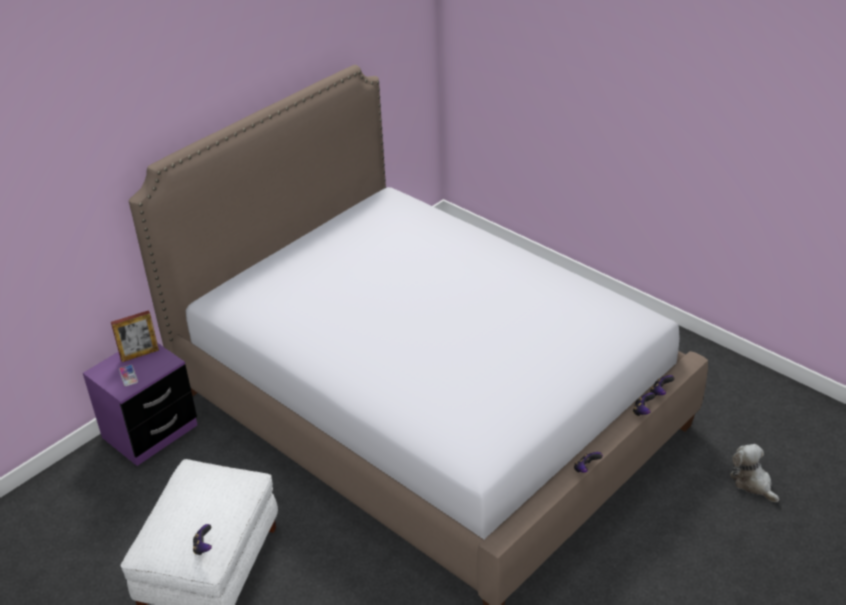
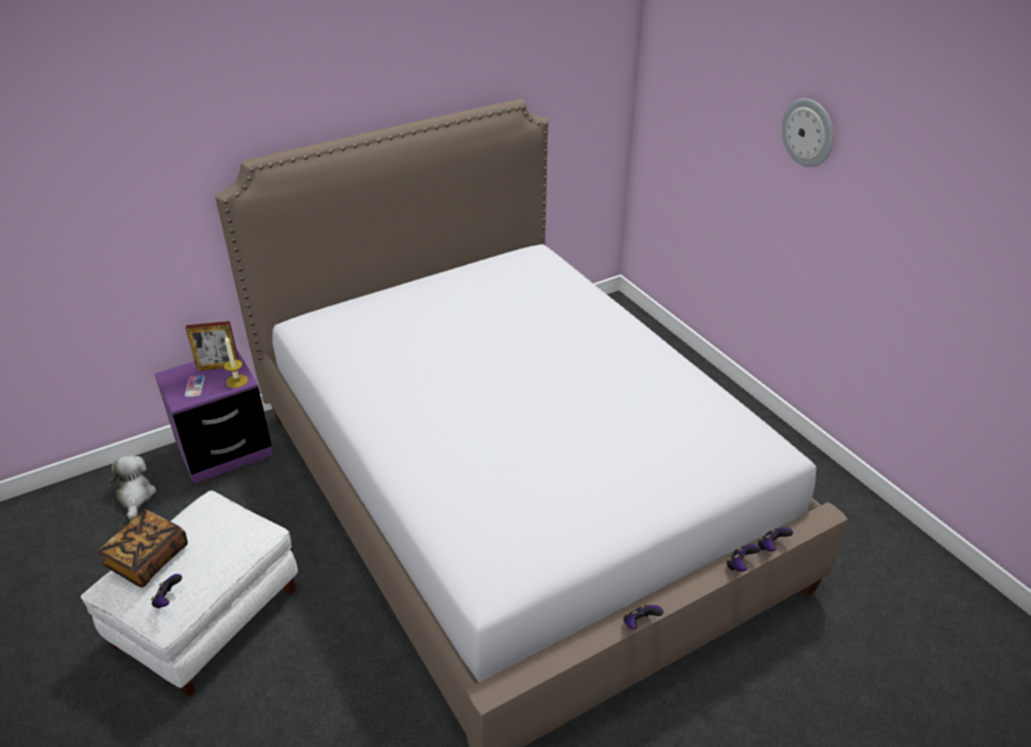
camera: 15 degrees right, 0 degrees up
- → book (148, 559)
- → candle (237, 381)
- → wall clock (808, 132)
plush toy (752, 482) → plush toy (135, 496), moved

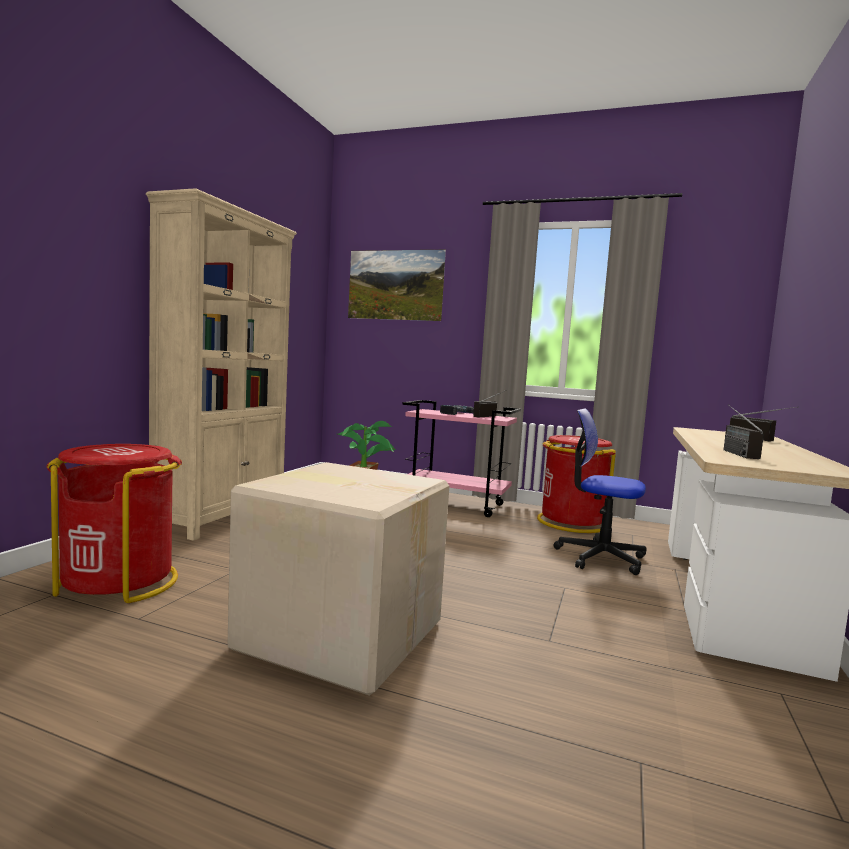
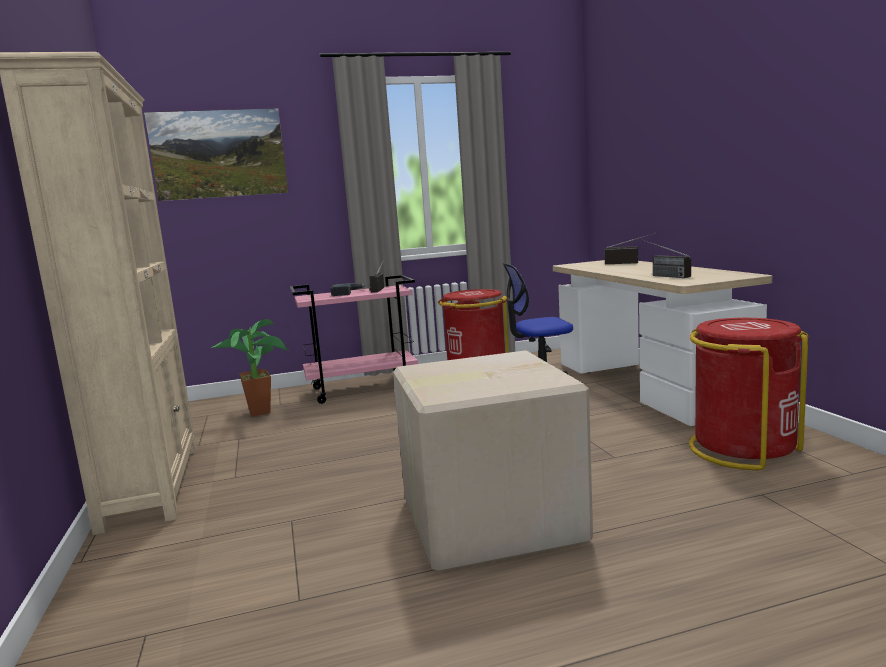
camera: 35 degrees left, 5 degrees up
red trash can (119, 582) → red trash can (742, 449), moved

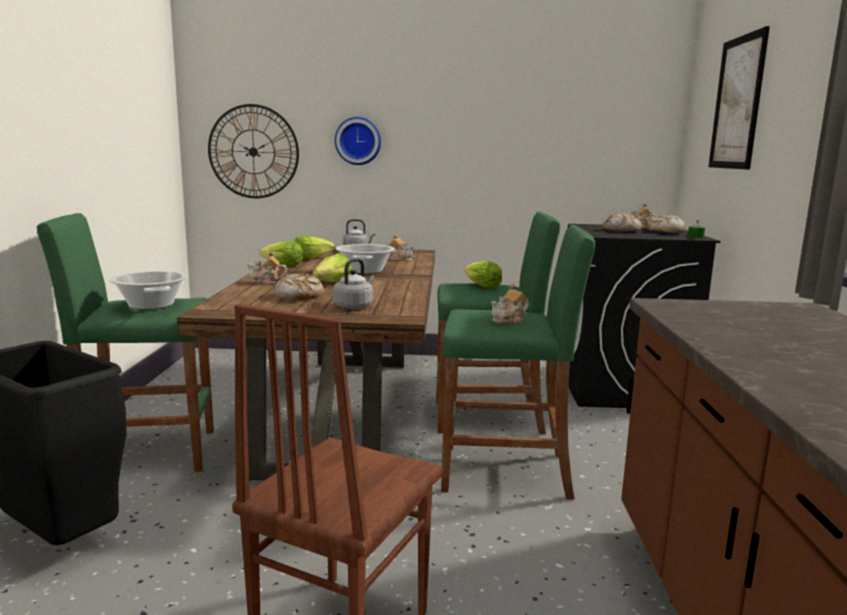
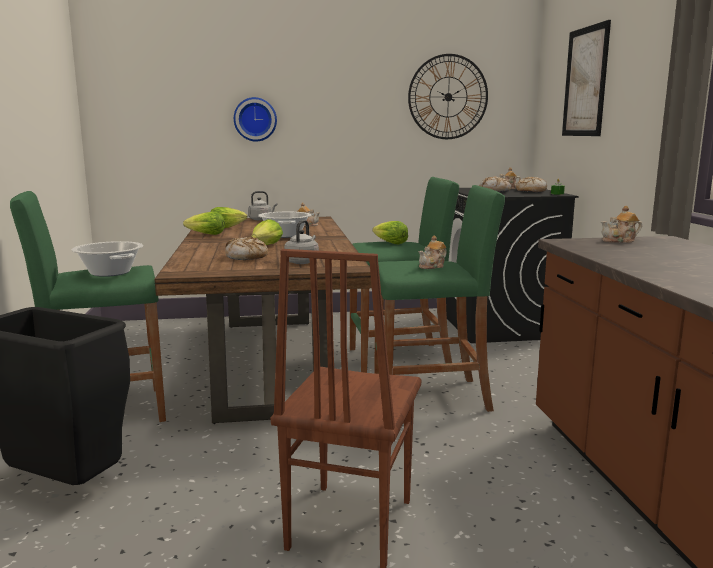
camera: 10 degrees left, 0 degrees up
wall clock (253, 152) → wall clock (448, 97), moved
teapot (266, 282) → teapot (620, 241), moved

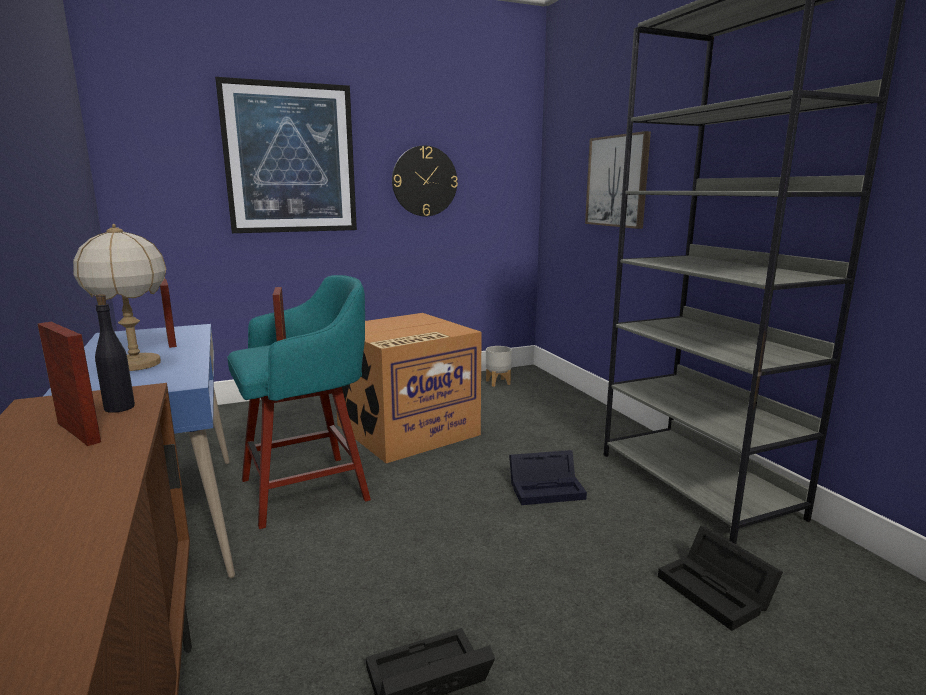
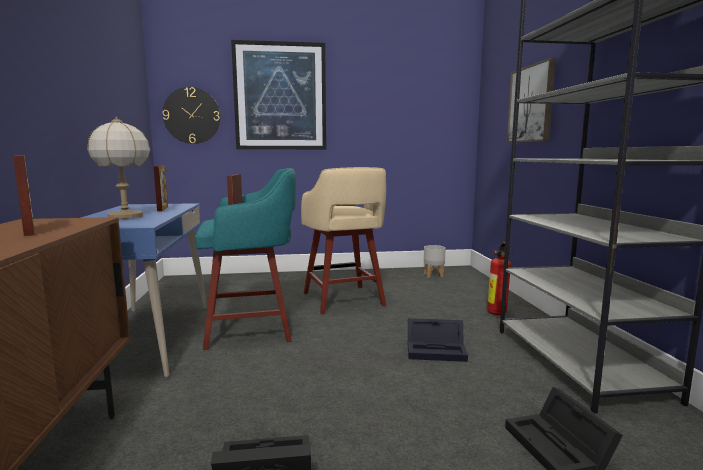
camera: 15 degrees right, 5 degrees down
black bottle (120, 407) → -
- → fire extinguisher (496, 314)
wall clock (424, 181) → wall clock (192, 115), moved
cardboard box (406, 431) → beige stool (343, 300)

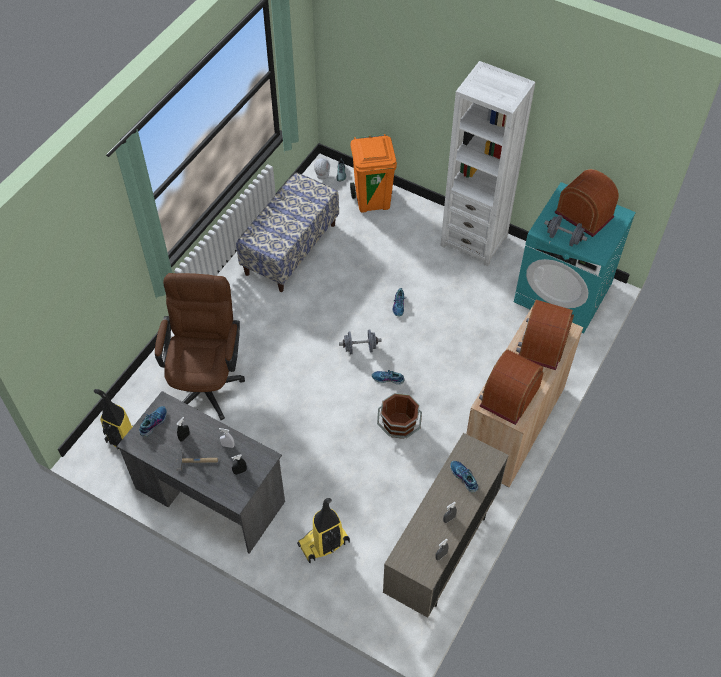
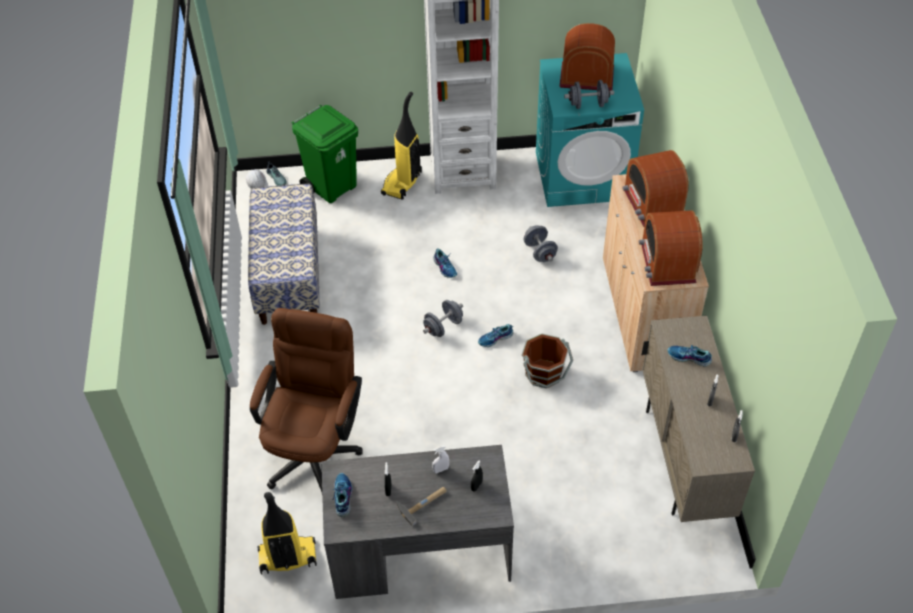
camera: 35 degrees left, 5 degrees down
- → grey dumbbell (540, 252)
vacuum cleaner (324, 544) → vacuum cleaner (402, 184), moved
orange trash can (373, 200) → green trash can (332, 187)
brown office chair (206, 381) → brown office chair (315, 448), 45 degrees clockwise

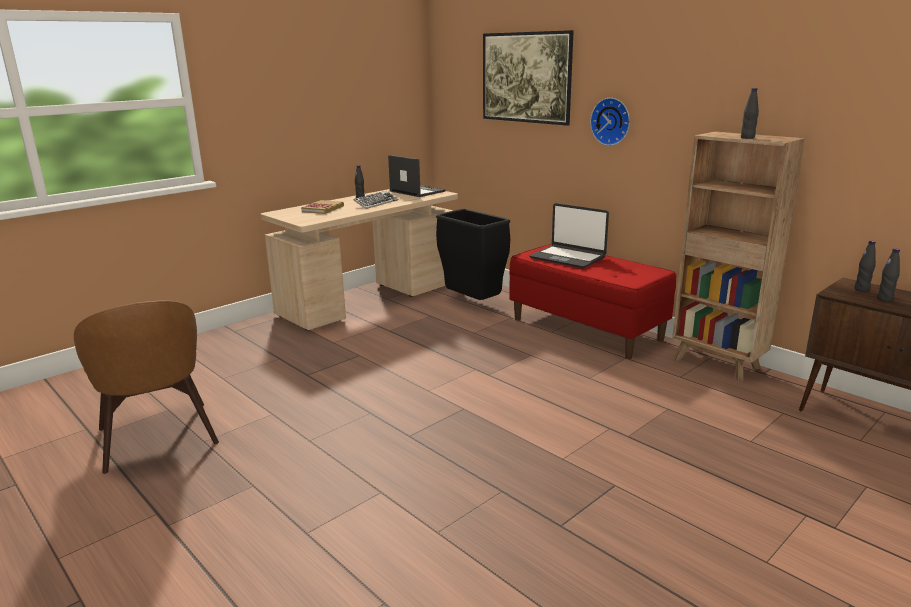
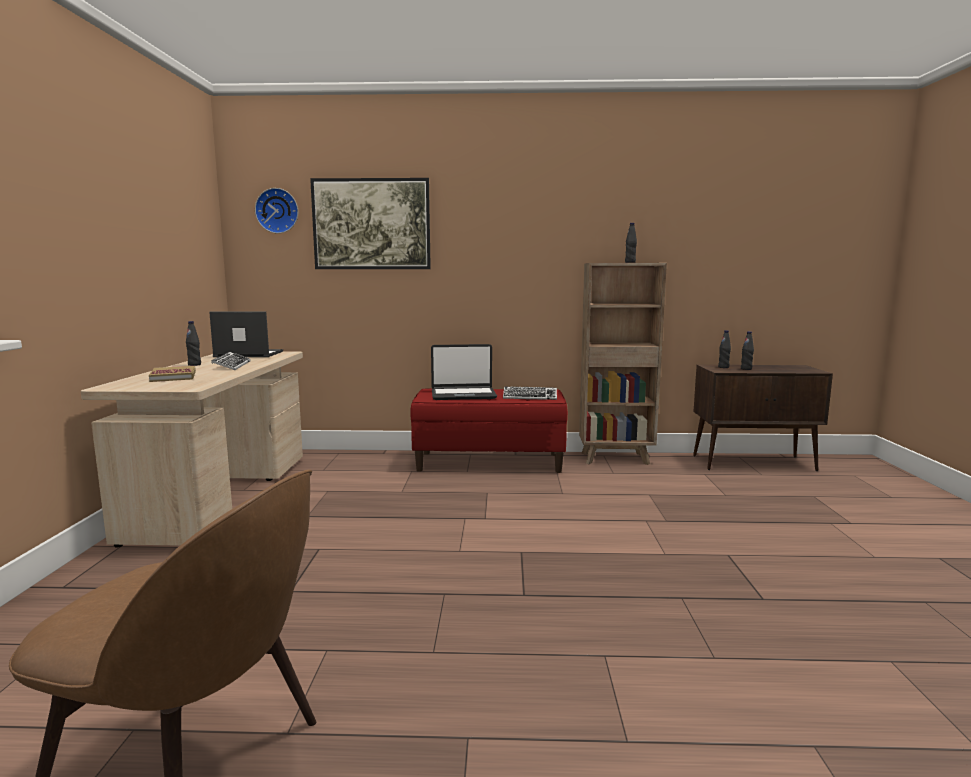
camera: 45 degrees left, 10 degrees down
black trash can (473, 304) → -
- → keyboard (530, 397)
wall clock (611, 121) → wall clock (278, 211), moved

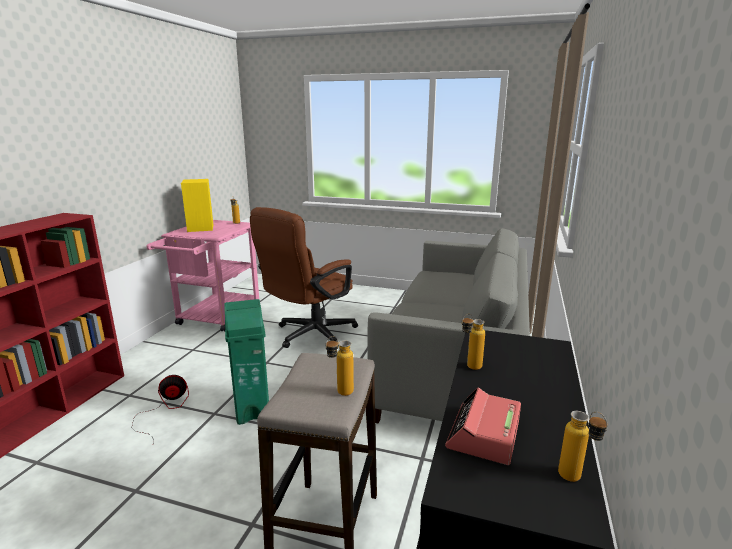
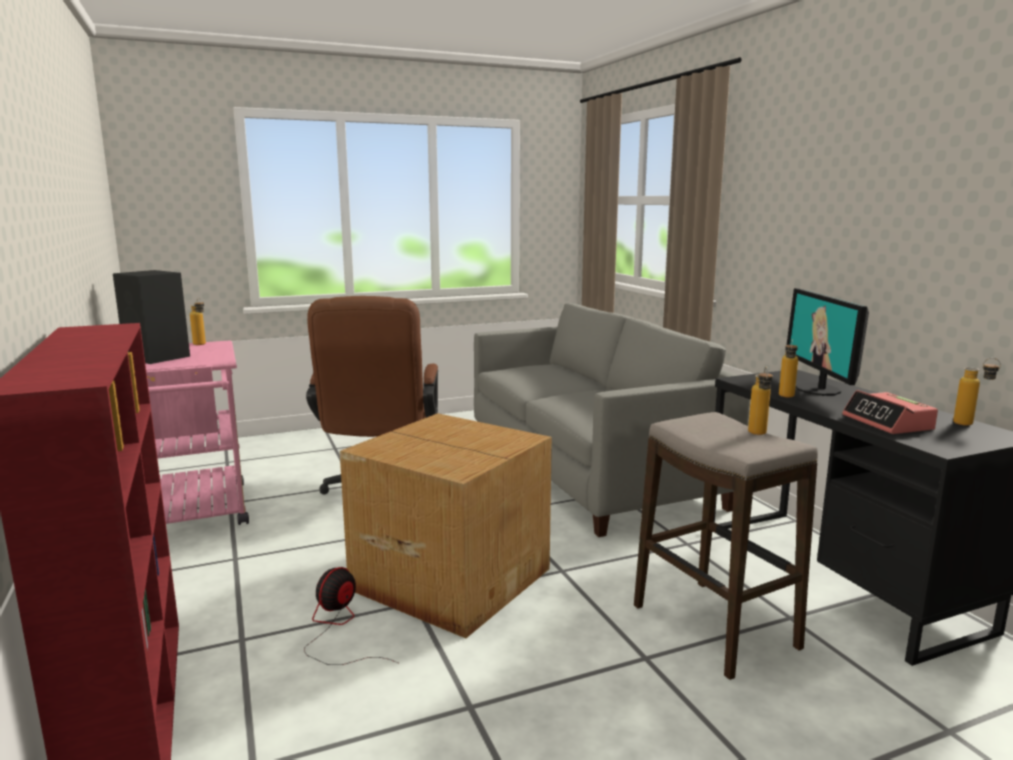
camera: 40 degrees left, 5 degrees down
- → monitor (819, 389)
green trash can (252, 407) → cardboard box (451, 577)
yellow speaker (200, 228) → black speaker (158, 357)

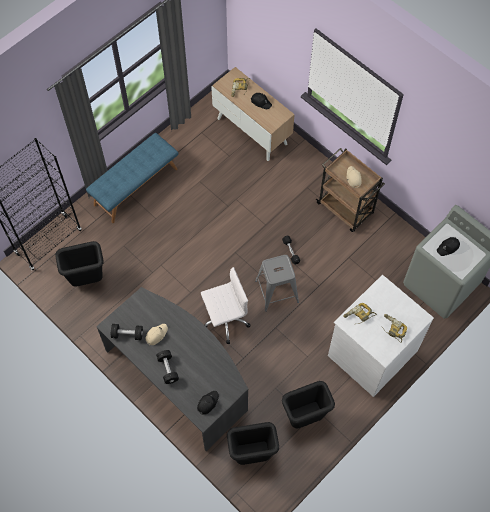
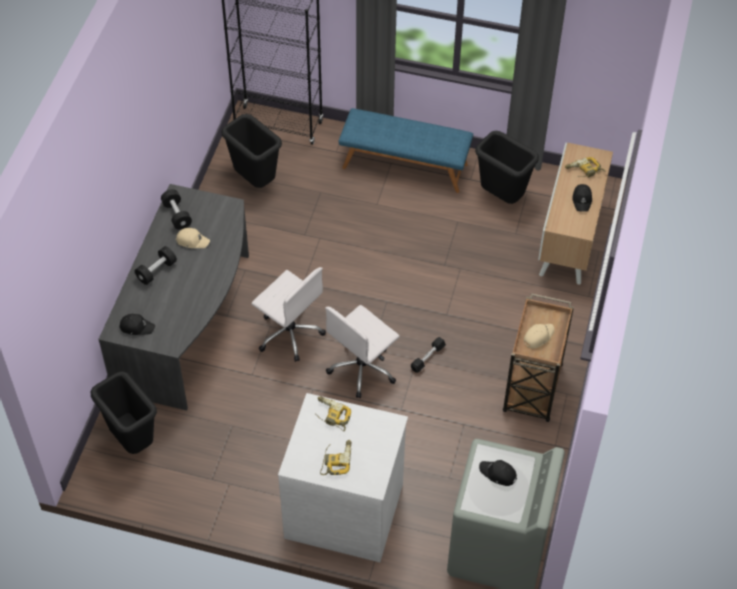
camera: 60 degrees right, 10 degrees down
black trash can (305, 417) → black trash can (502, 197), moved
grey stool (277, 291) → white office chair (362, 368)

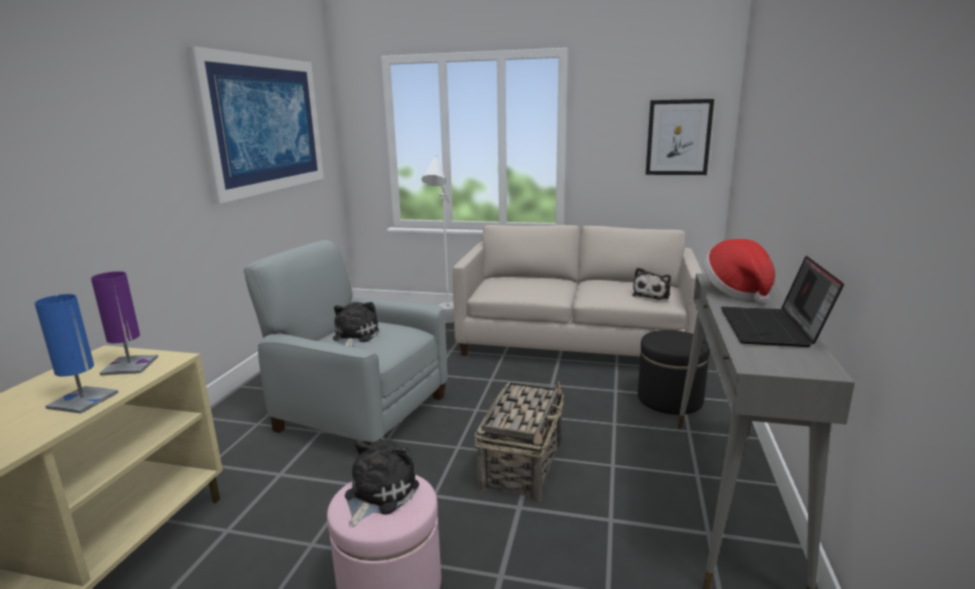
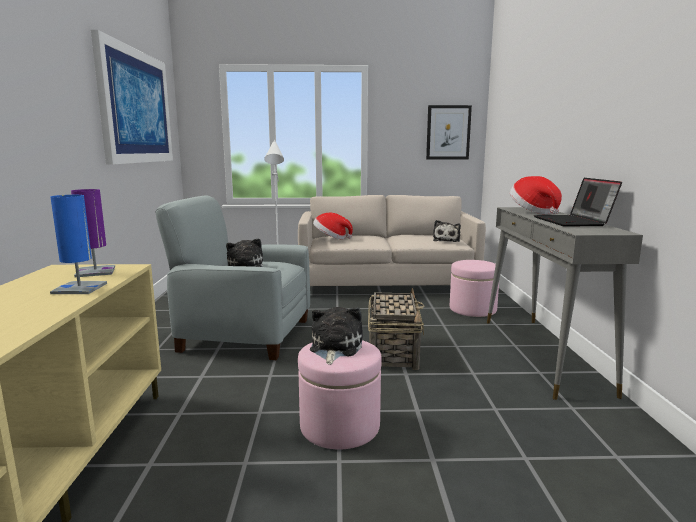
camera: 15 degrees left, 5 degrees down
- → hat (331, 238)
black ottoman (670, 399) → pink ottoman (472, 309)

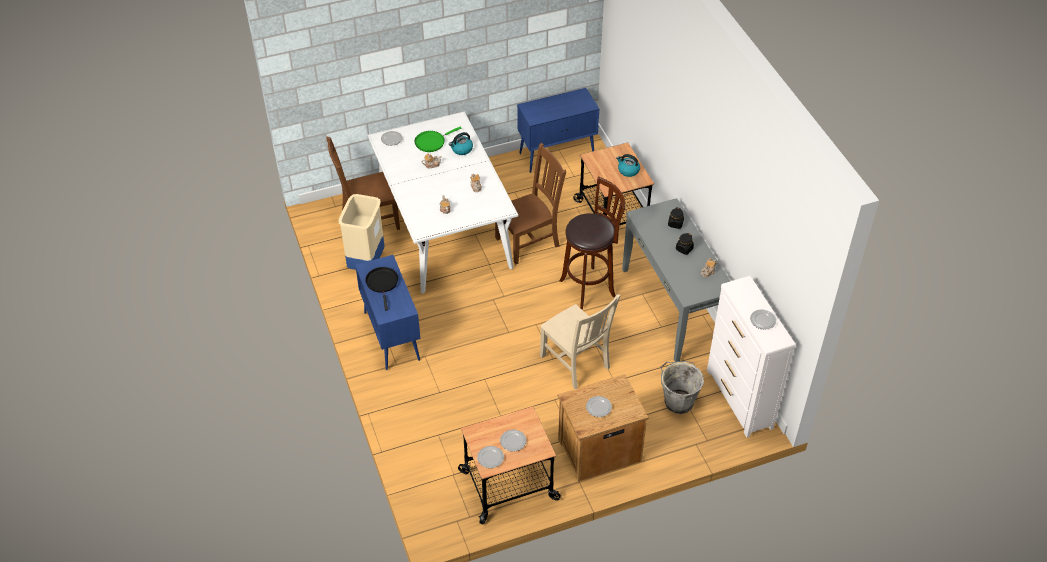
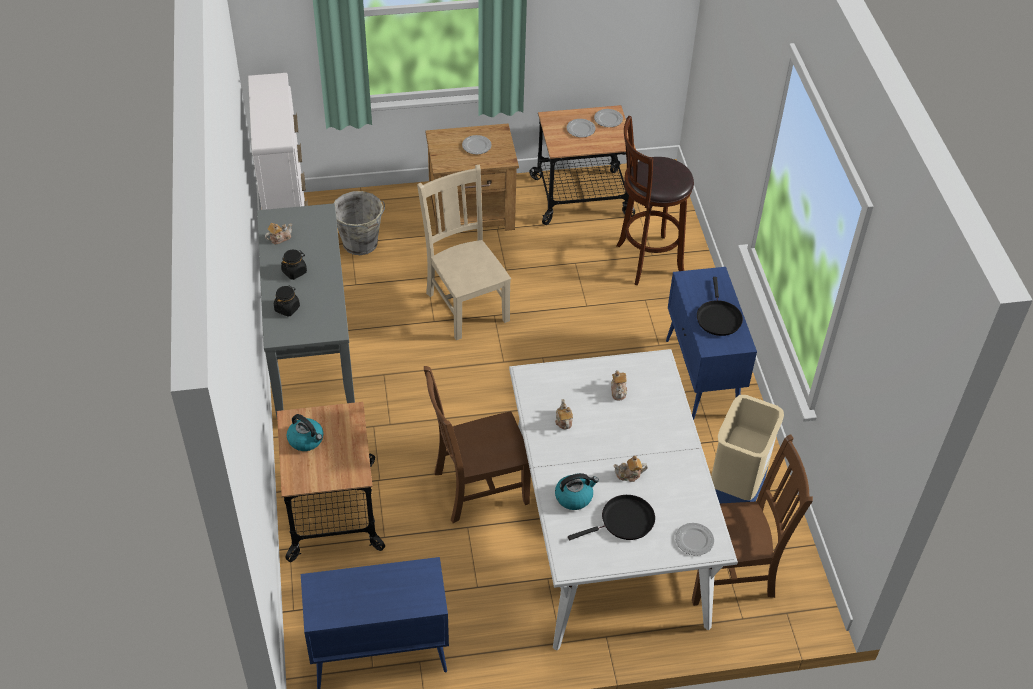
camera: 170 degrees left, 0 degrees up
plate (763, 320) → -
brown stool (590, 287) → brown stool (646, 261), moved
green frying pan (431, 142) → black frying pan (624, 521)

